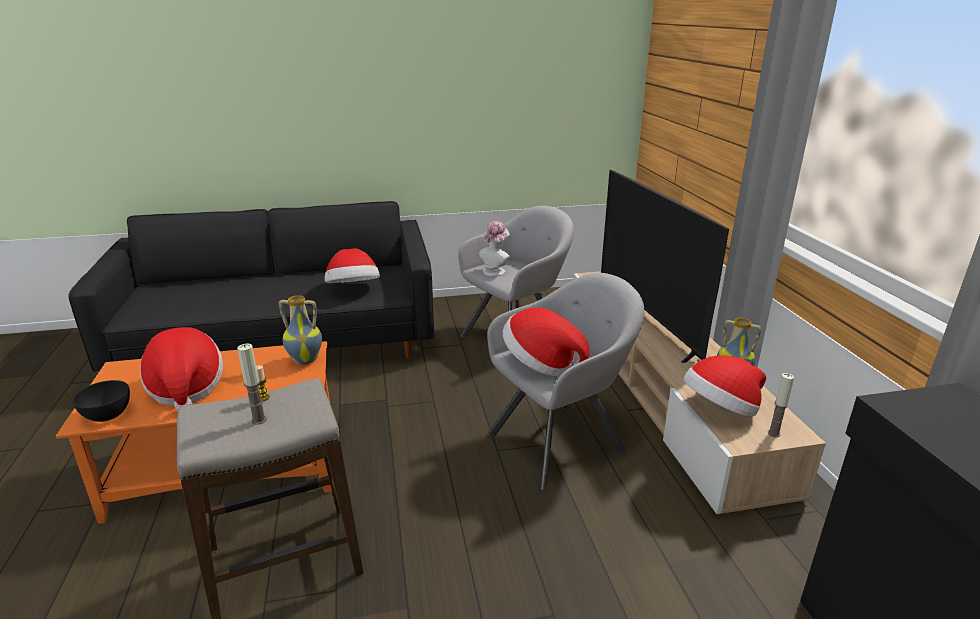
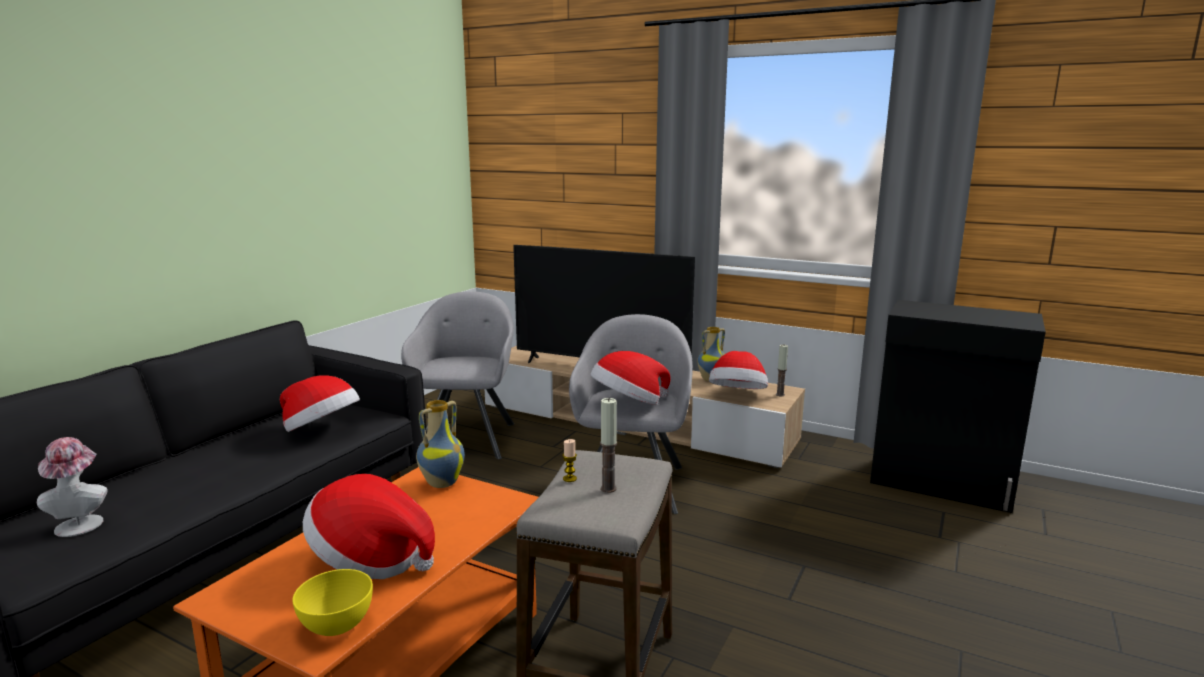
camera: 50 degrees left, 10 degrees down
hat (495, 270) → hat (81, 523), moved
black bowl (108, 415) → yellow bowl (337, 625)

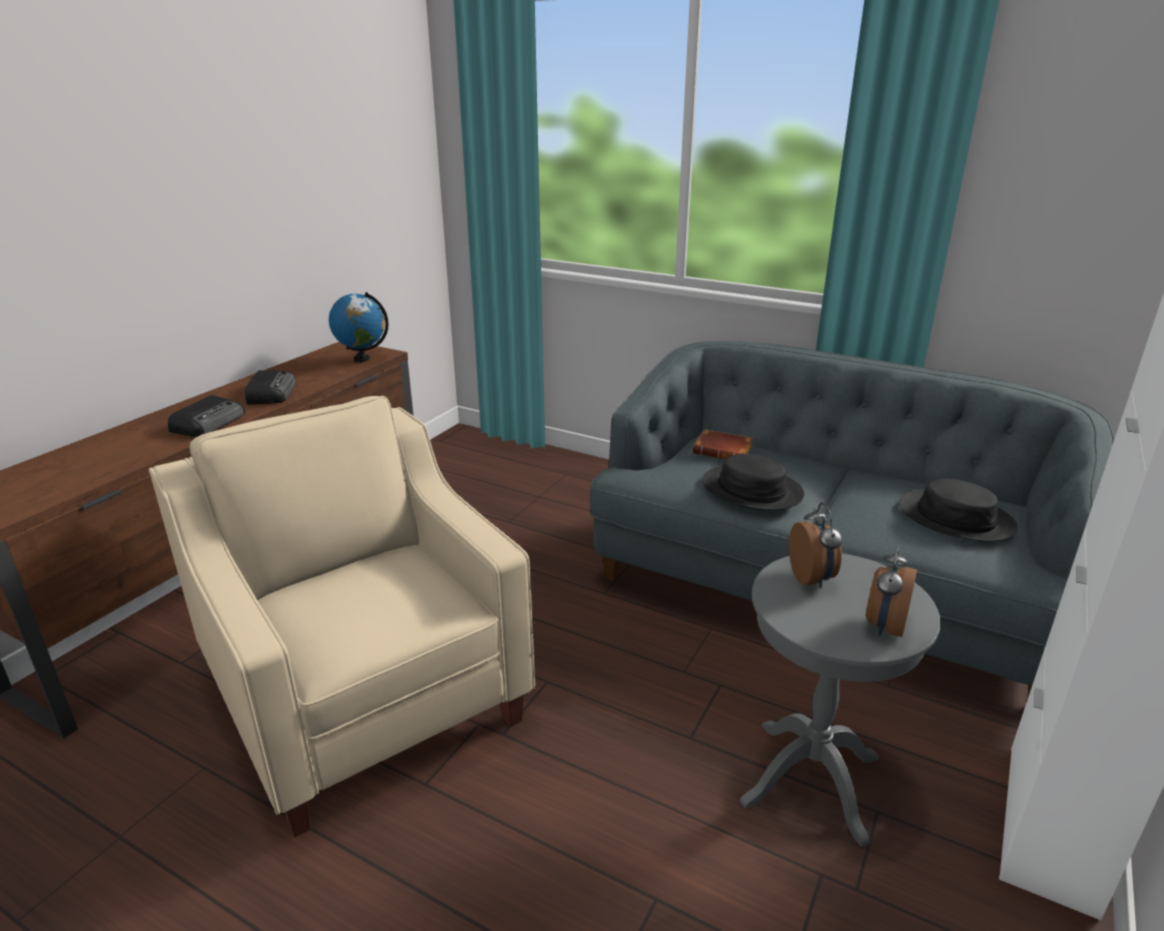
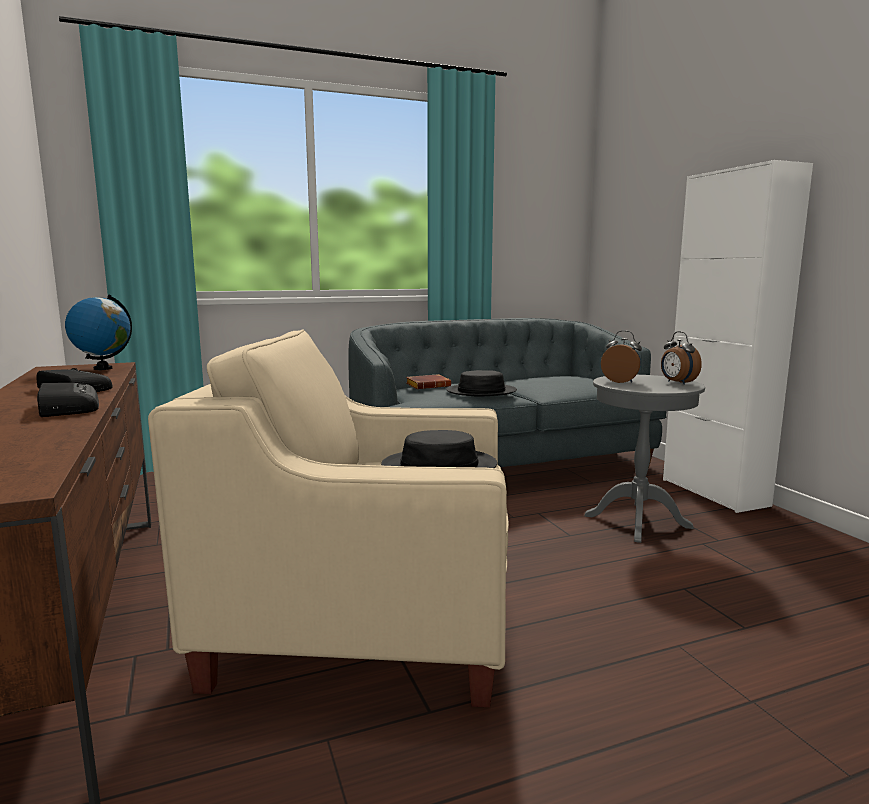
camera: 50 degrees left, 15 degrees down
black hat (956, 517) → black hat (439, 466), moved

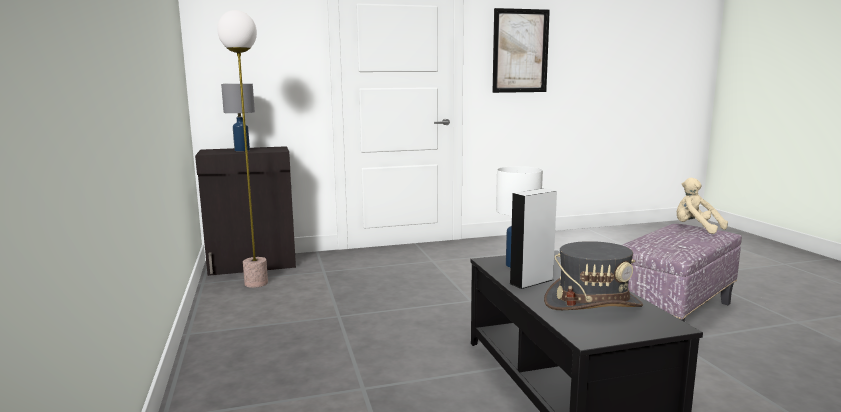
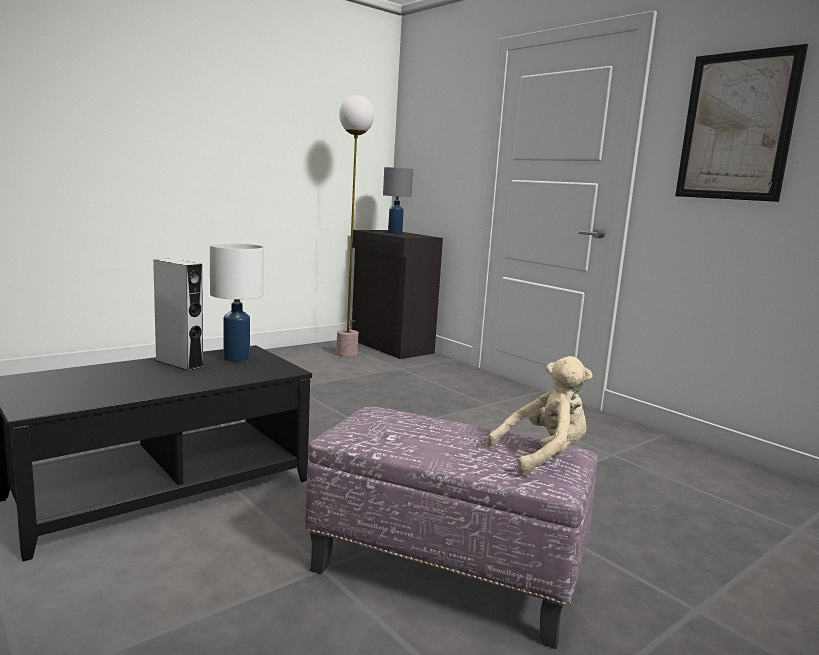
camera: 65 degrees right, 0 degrees up
grey hat (592, 303) → -
beige plush toy (695, 228) → beige plush toy (543, 456), 45 degrees clockwise

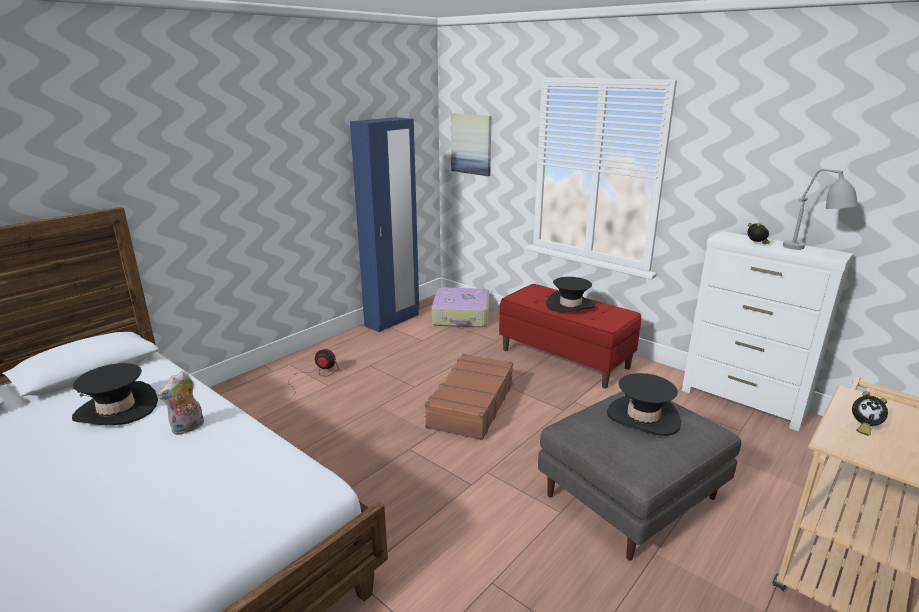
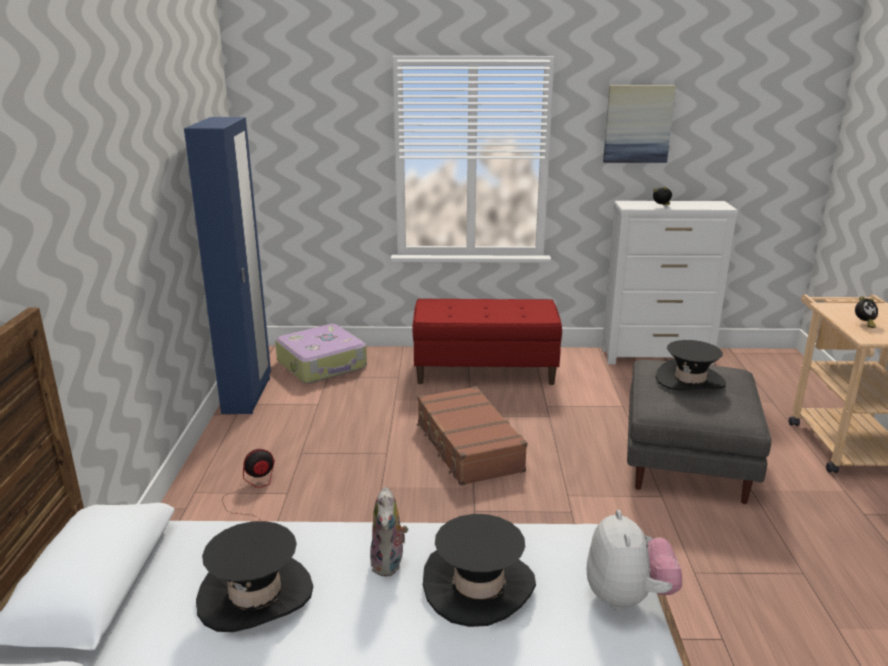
camera: 40 degrees left, 0 degrees up
grey table lamp (813, 252) → -
- → plush toy (628, 597)
picture (471, 144) → picture (638, 124), moved
black hat (570, 305) → black hat (478, 586), moved

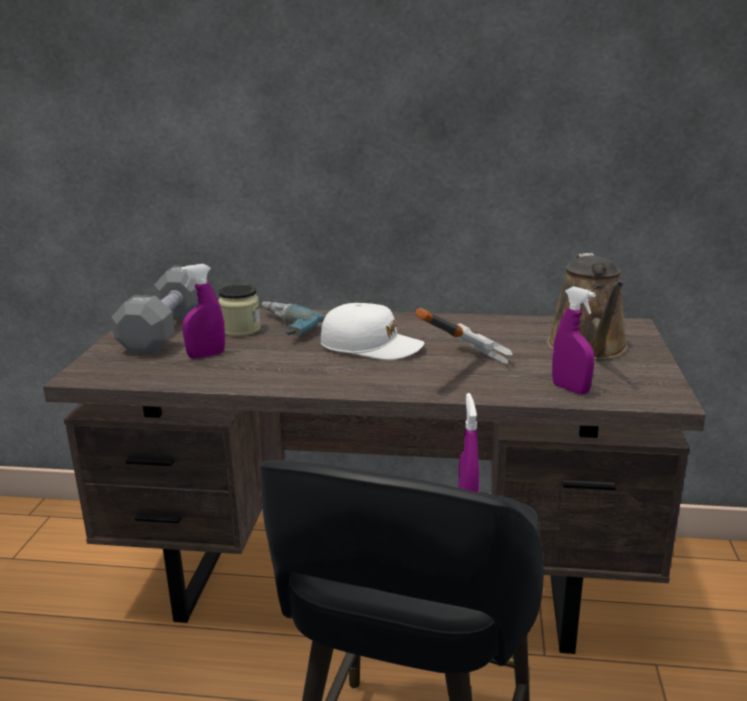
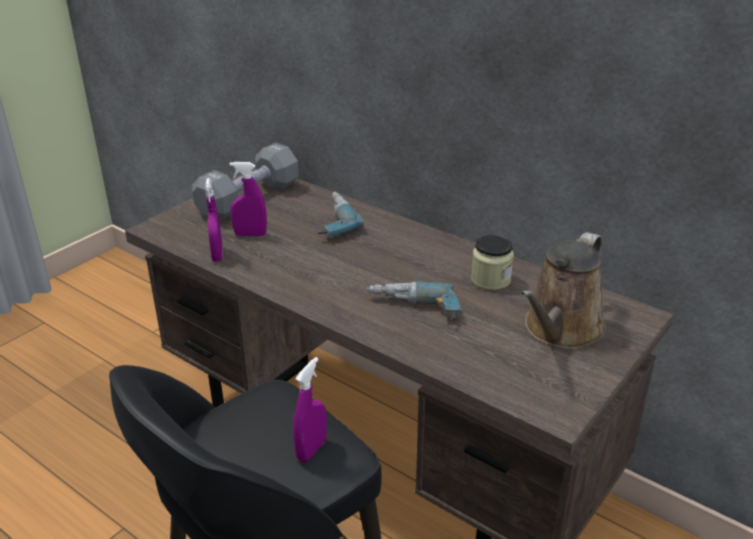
camera: 30 degrees right, 10 degrees up
white cap (371, 347) → -
jar (240, 330) → jar (490, 280), moved
purple spray bottle (570, 389) → purple spray bottle (217, 255), moved
hammer (450, 368) → power drill (413, 310)

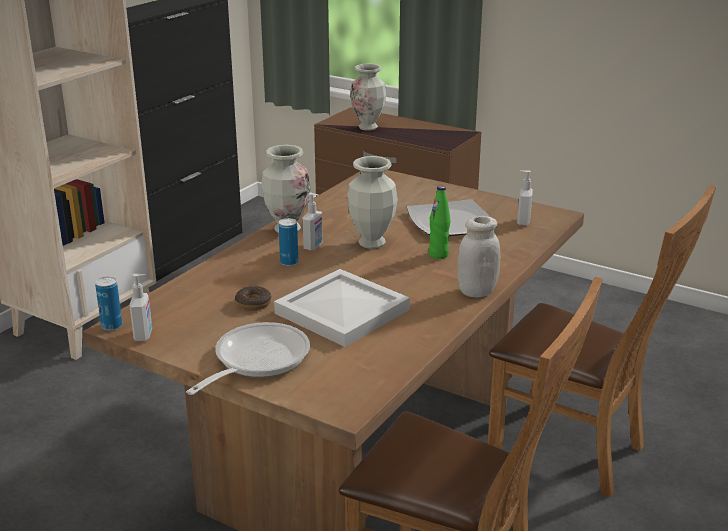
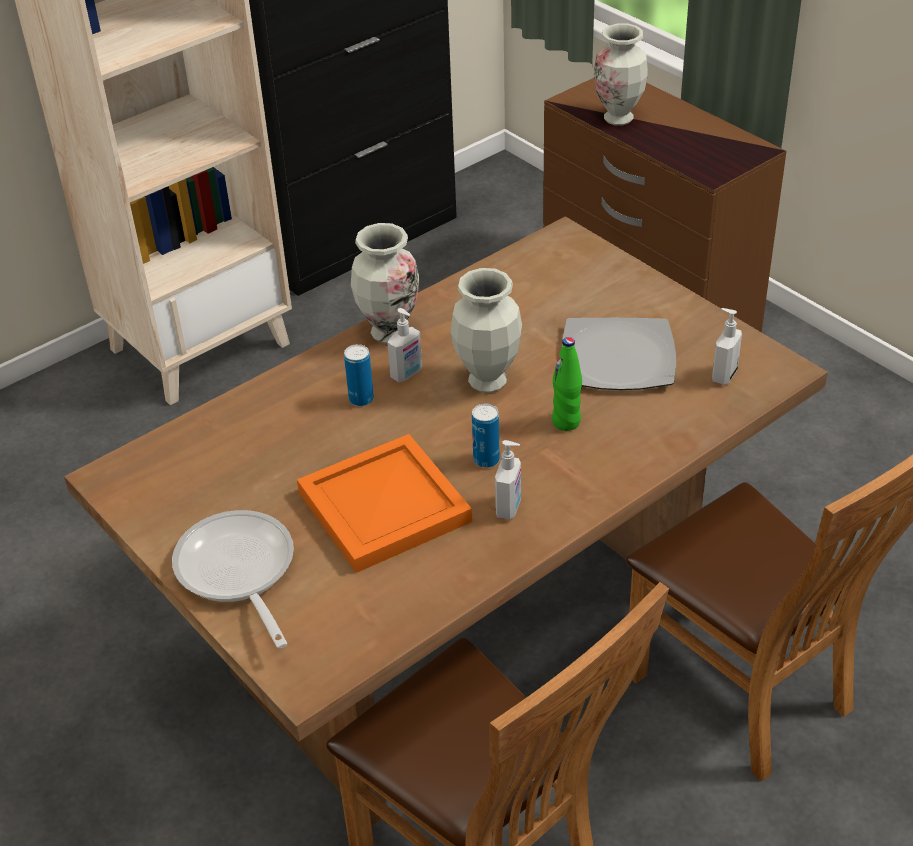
camera: 20 degrees right, 15 degrees up
donut (253, 303) → -
white jar (476, 291) → -
can (111, 326) → can (486, 460), moved
soap dispenser (144, 335) → soap dispenser (509, 508), moved
white tray (342, 310) → orange tray (385, 505)
frying pan (256, 361) → frying pan (238, 573), 75 degrees counterclockwise

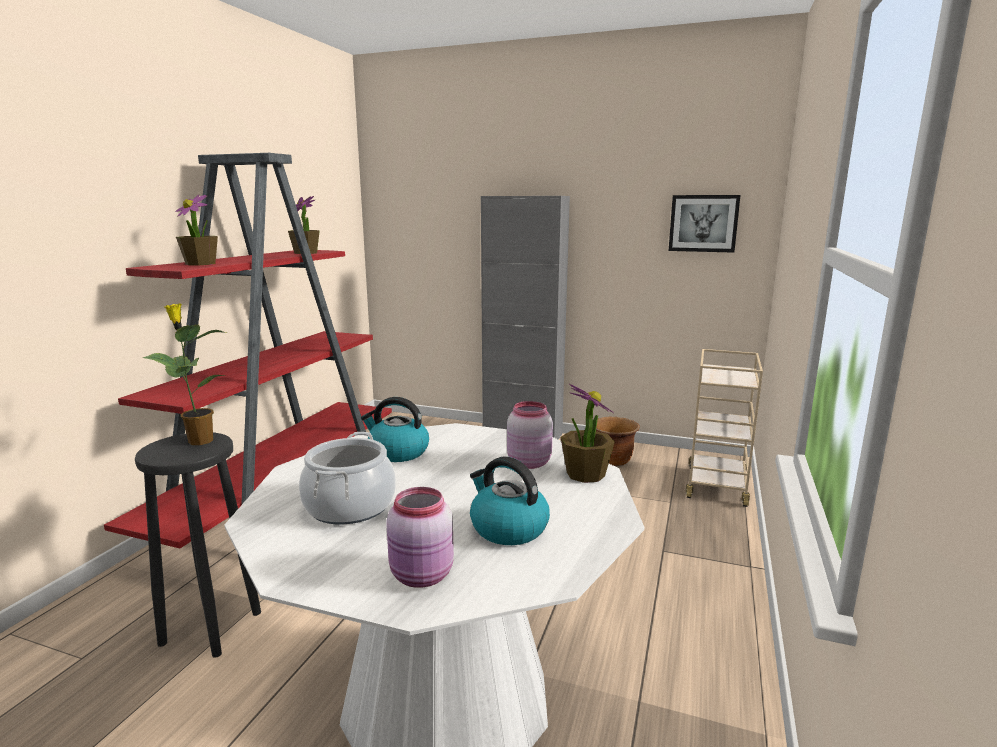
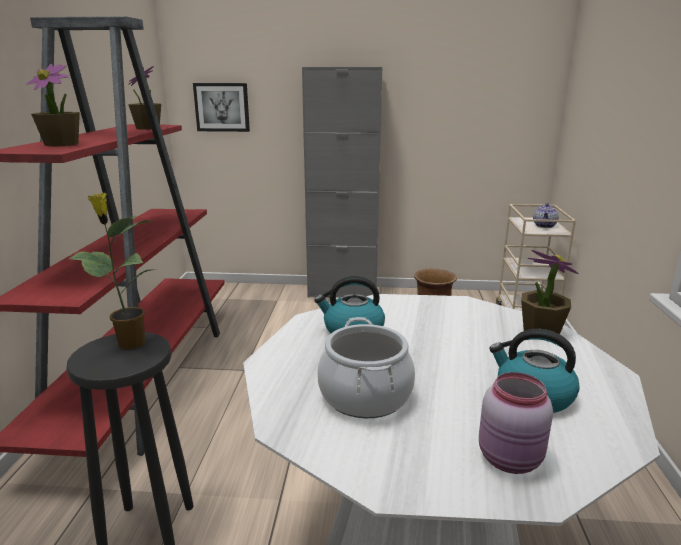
camera: 15 degrees left, 5 degrees up
pink jar (528, 462) → -
- → teapot (544, 226)
picture (703, 223) → picture (222, 107), moved

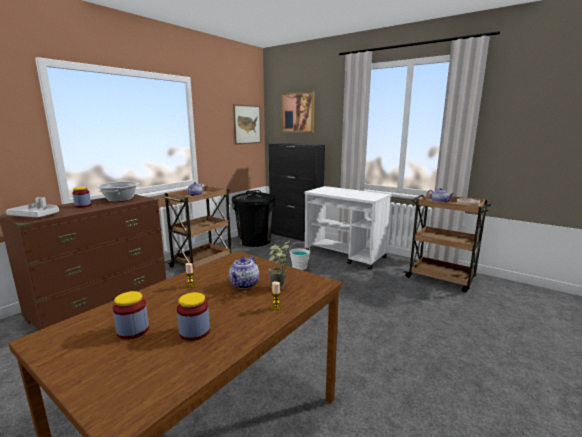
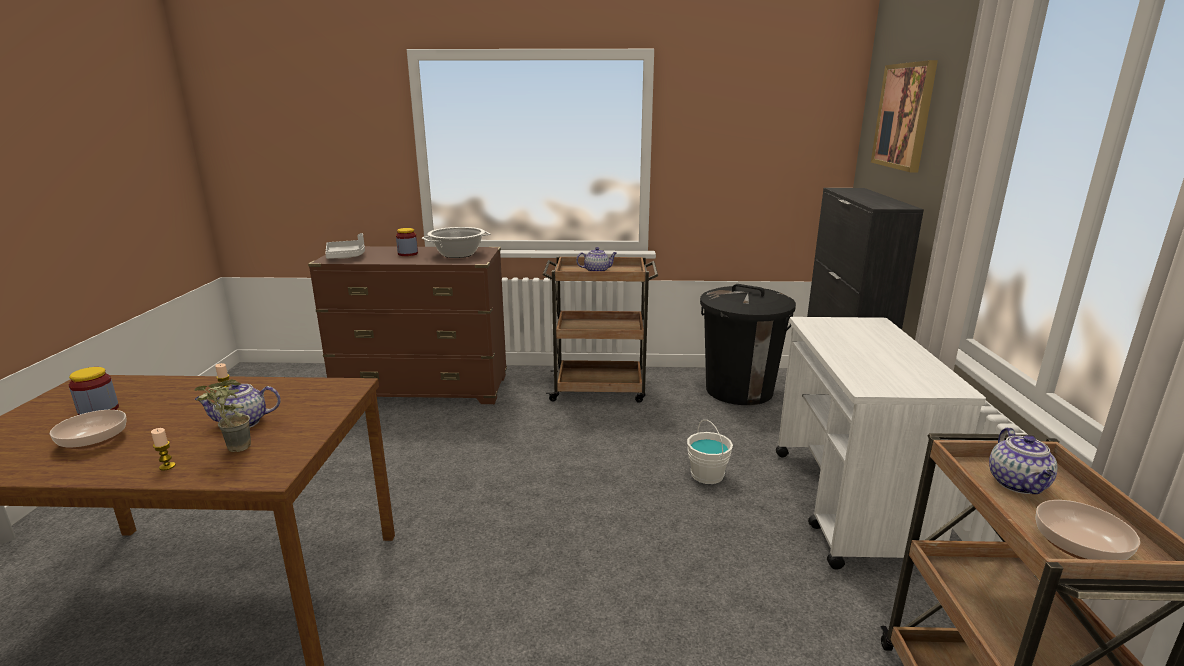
camera: 55 degrees right, 5 degrees up
picture (247, 124) → -
jar (194, 332) → bowl (93, 441)

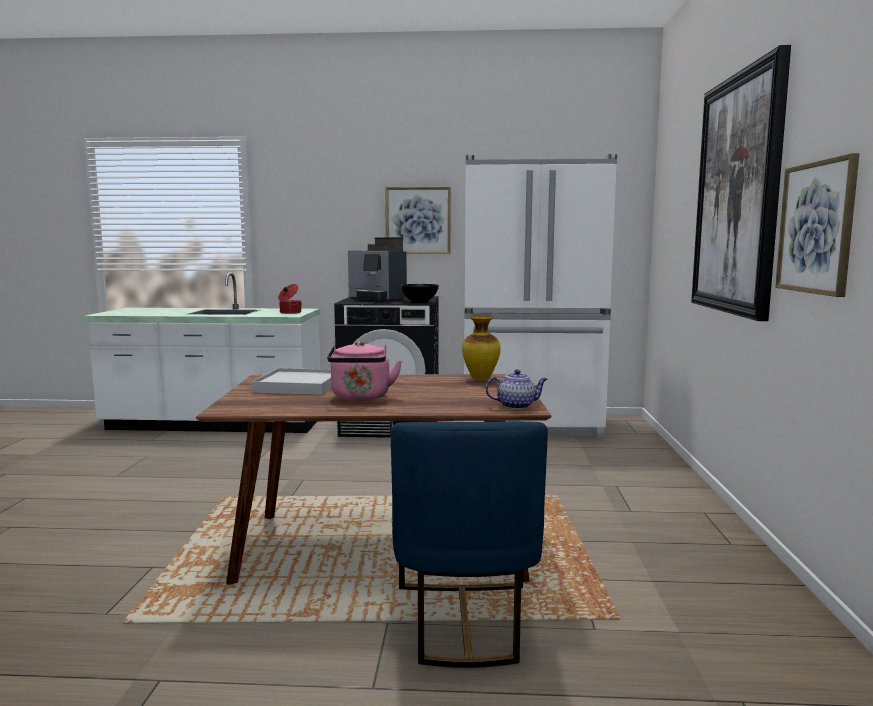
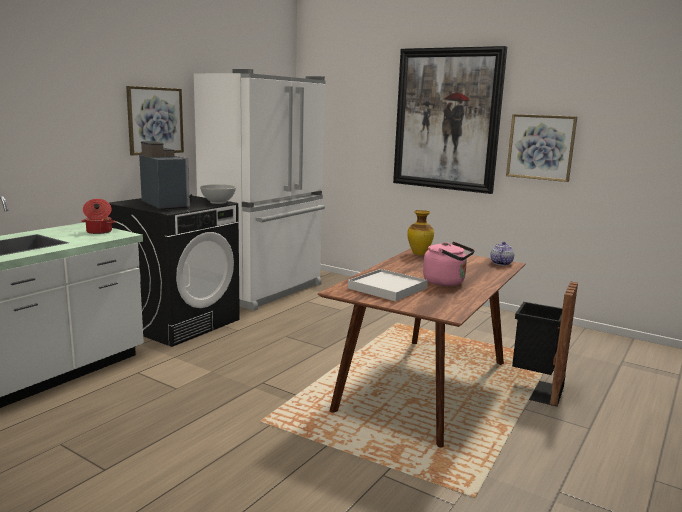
camera: 60 degrees left, 5 degrees up
blue chair (463, 622) → black trash can (535, 390)
black bowl (419, 302) → white bowl (218, 202)
coffee machine (377, 299) → coffee machine (168, 204), 105 degrees counterclockwise

